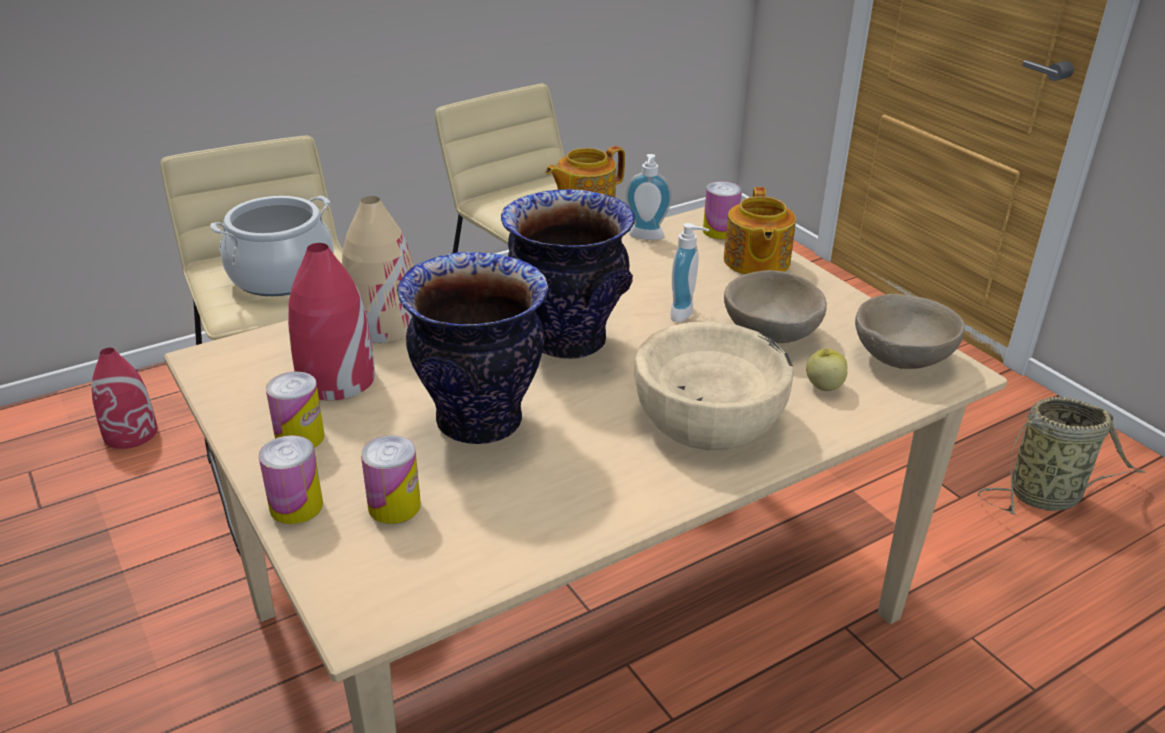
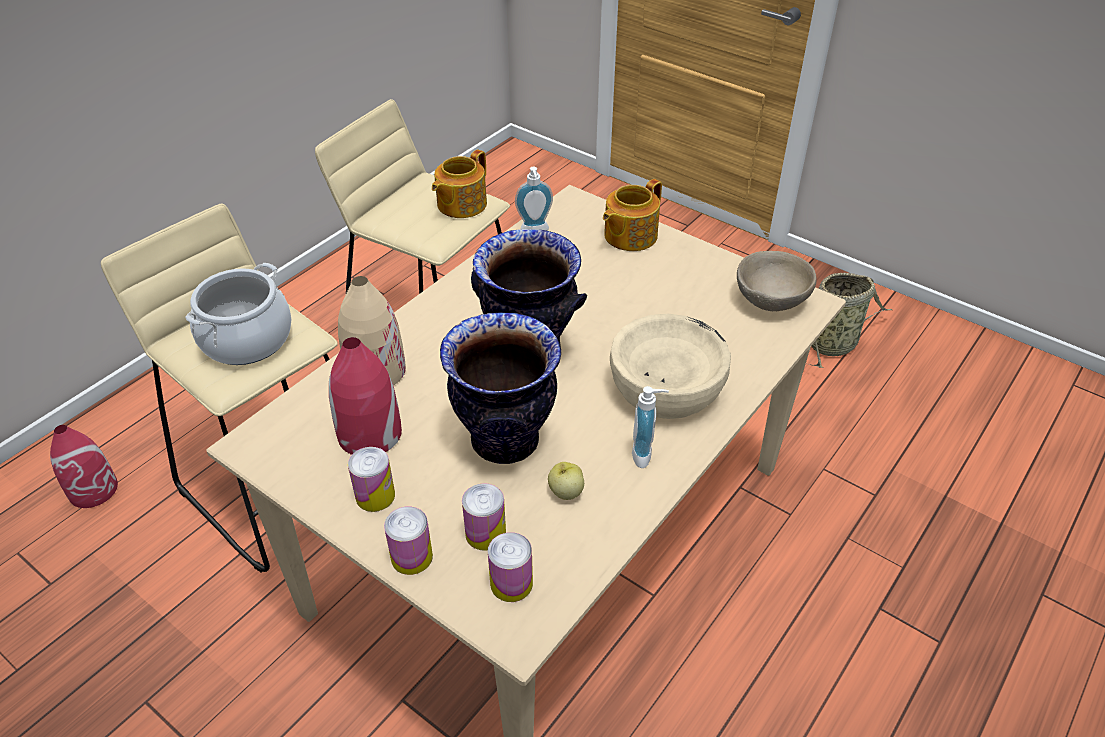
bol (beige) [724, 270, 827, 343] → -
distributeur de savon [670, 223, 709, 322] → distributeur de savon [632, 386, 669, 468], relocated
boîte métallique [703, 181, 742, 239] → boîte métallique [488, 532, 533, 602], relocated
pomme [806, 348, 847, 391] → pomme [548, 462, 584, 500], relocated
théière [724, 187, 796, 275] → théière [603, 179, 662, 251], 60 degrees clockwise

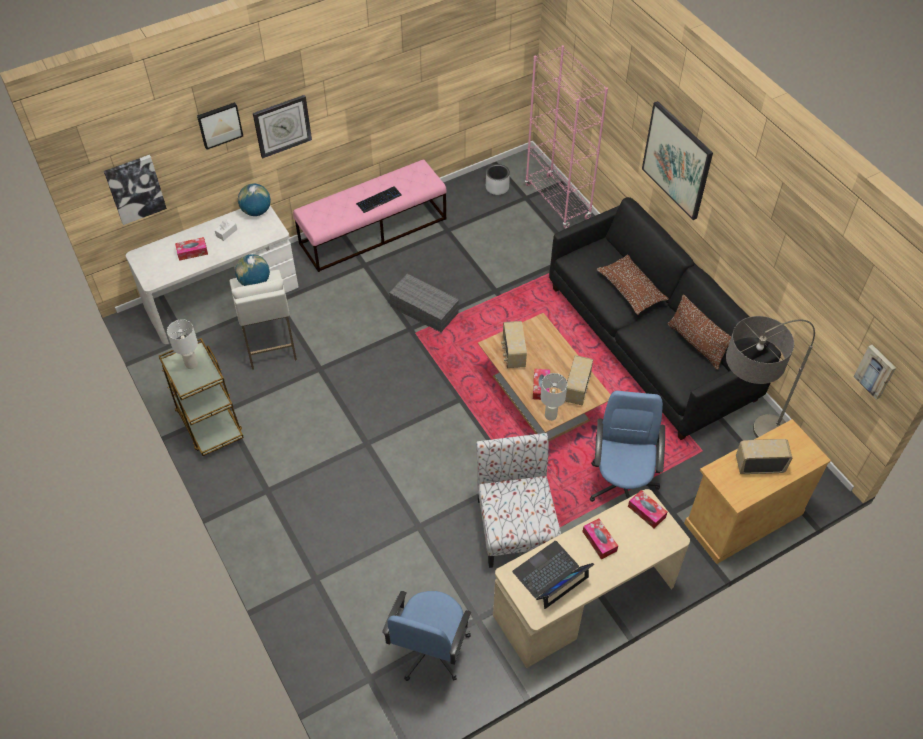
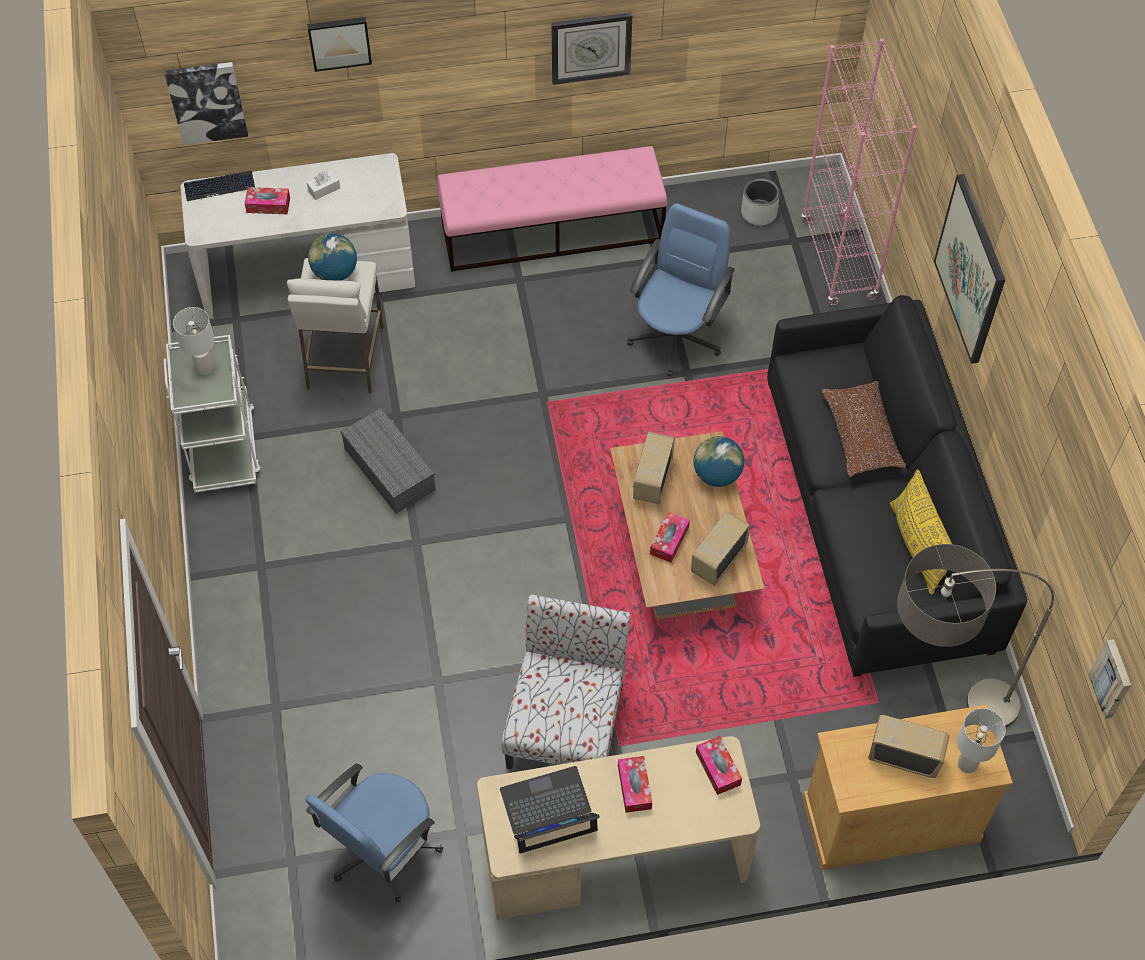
globe [238, 184, 271, 216] → globe [694, 436, 744, 487], relocated
horloge murale [253, 95, 312, 158] → horloge murale [551, 13, 632, 85], relocated
clavier [356, 186, 402, 213] → clavier [184, 171, 255, 201], relocated
boîte de rangement (gris) [389, 273, 459, 332] → boîte de rangement (gris) [341, 408, 436, 514], relocated
lampe de table (blanc) [541, 373, 568, 421] → lampe de table (blanc) [957, 708, 1006, 773], relocated
chaise de bureau (bleu) [590, 391, 665, 502] → chaise de bureau (bleu) [627, 203, 735, 377], relocated
chariot (marron) [159, 338, 244, 456] → chariot (blanc) [164, 335, 260, 493]
coussin (marron) [667, 294, 731, 370] → coussin (jaune) [890, 469, 952, 594]

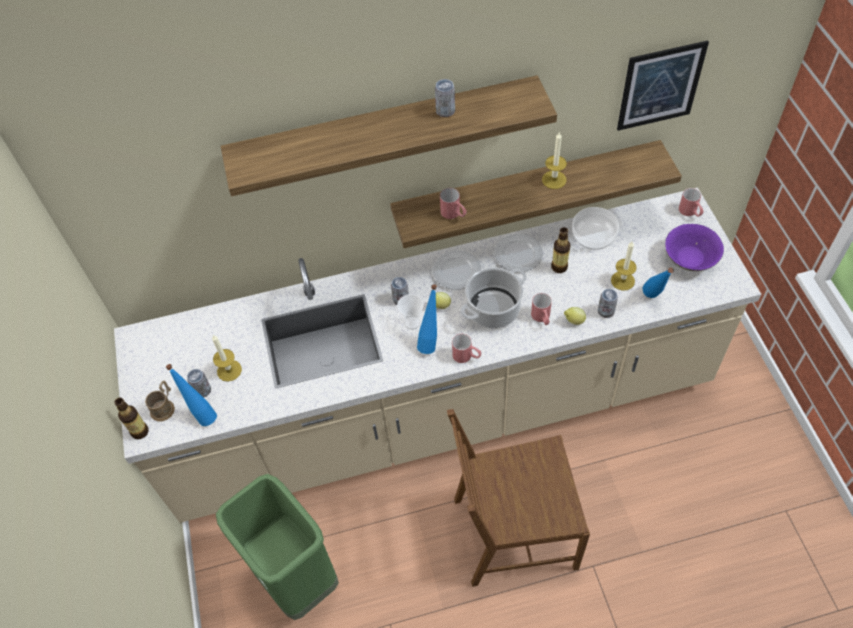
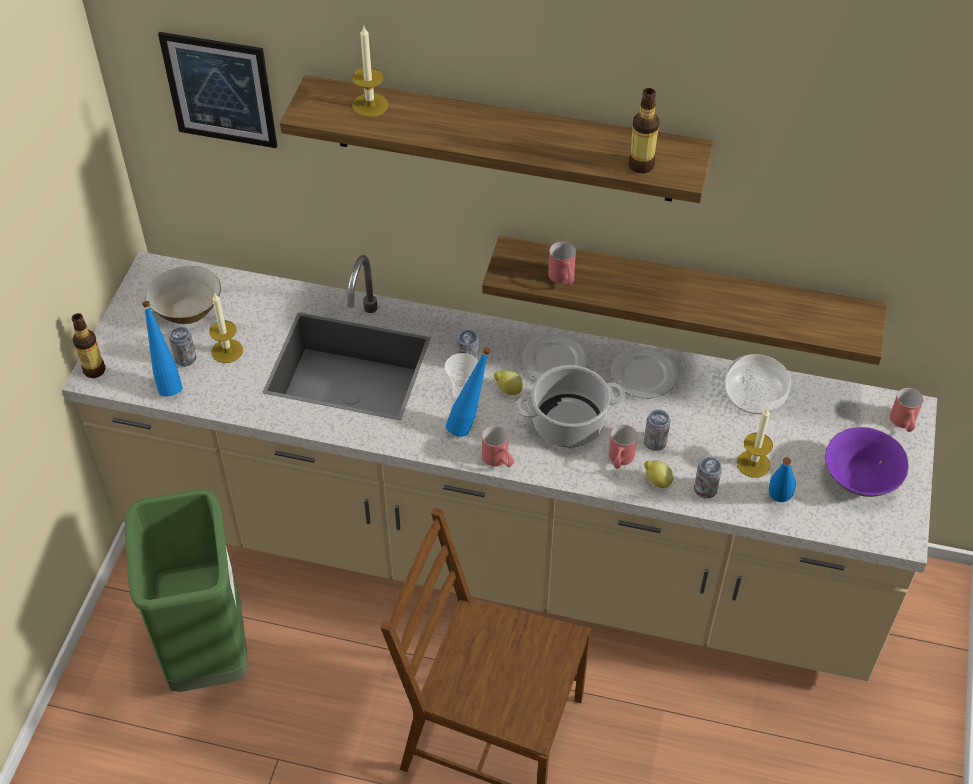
mug (marron) [145, 381, 175, 421] → -
- → bol (beige) [146, 266, 221, 324]
boîte métallique [435, 79, 455, 117] → boîte métallique [644, 410, 670, 451], relocated
bougie [542, 132, 567, 189] → bougie [352, 26, 388, 117], relocated
bouteille [551, 227, 571, 273] → bouteille [628, 88, 659, 173], relocated
tableau [617, 40, 709, 131] → tableau [158, 32, 277, 148], relocated

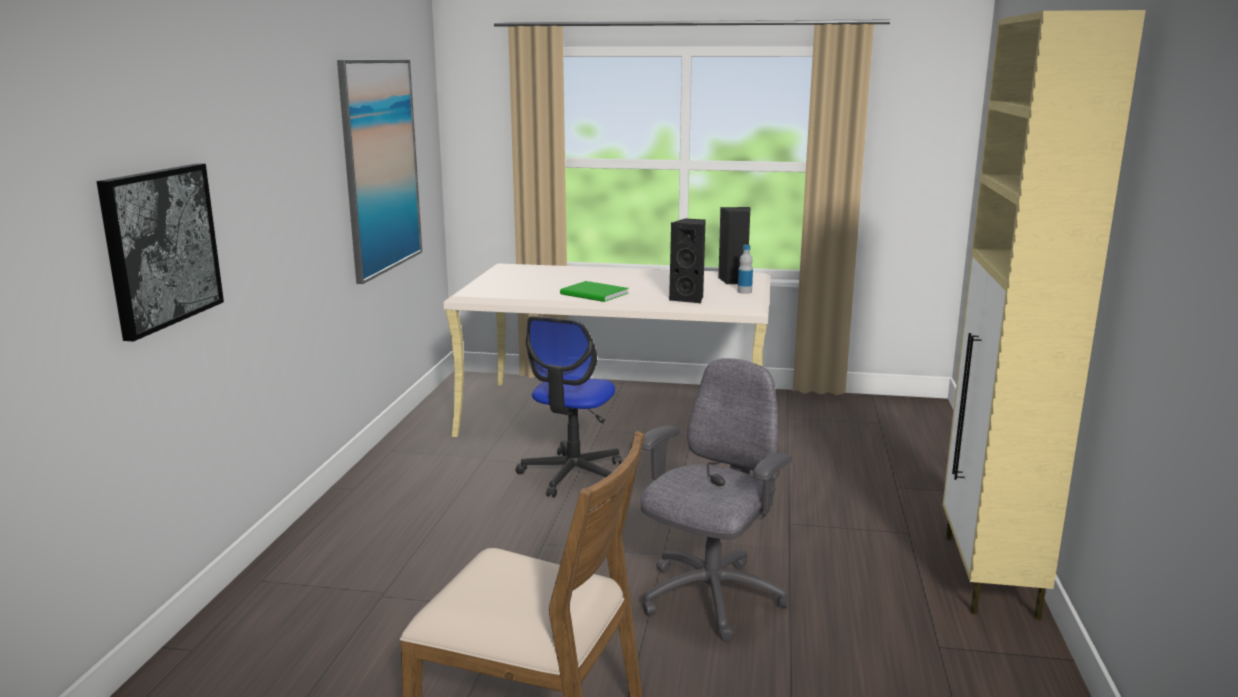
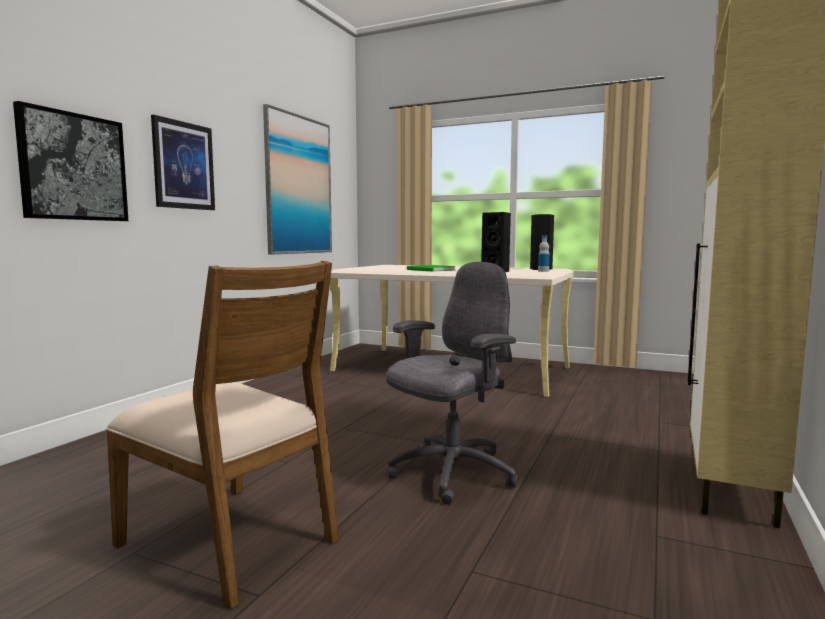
chaise de bureau [516, 316, 622, 498] → -
- → tableau [151, 115, 215, 210]

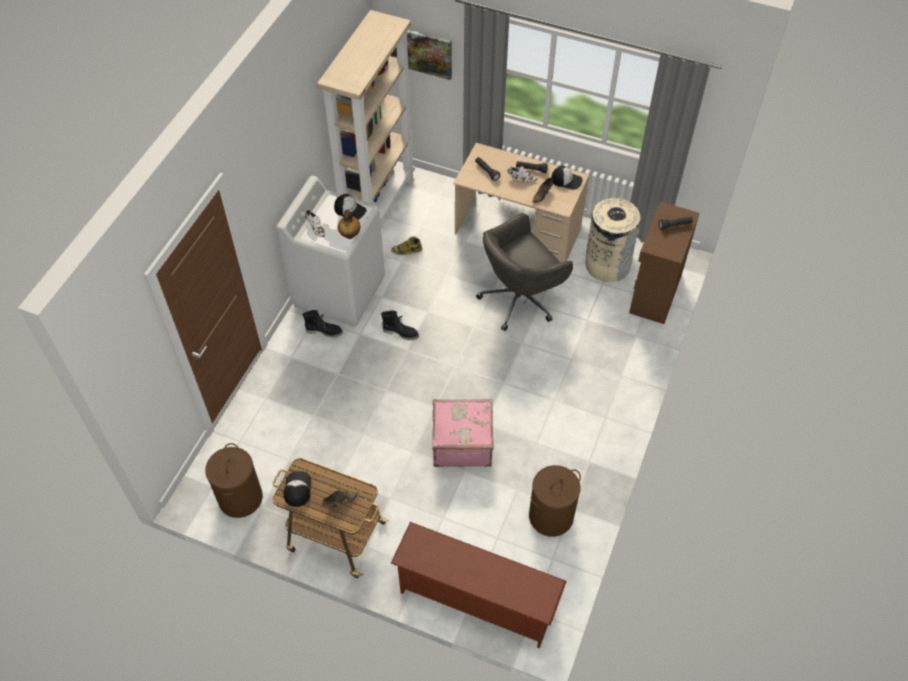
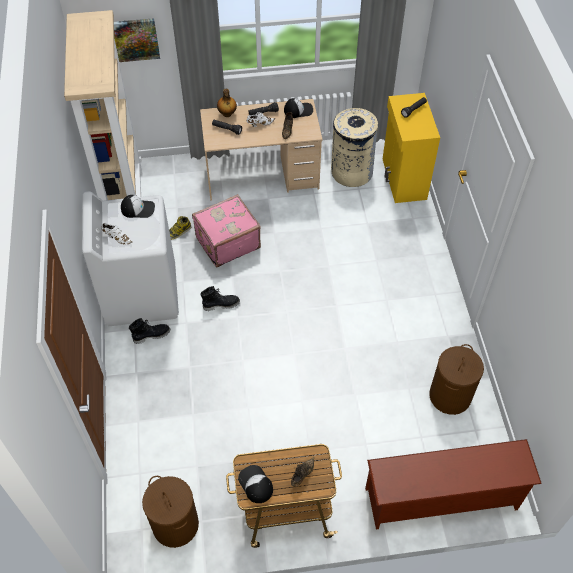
chaise de bureau (gris) [476, 213, 573, 331] → -
bouteille [338, 209, 360, 239] → bouteille [217, 89, 237, 117], relocated
valise (rose) [432, 399, 494, 467] → valise (rose) [192, 194, 261, 267], relocated
meuble de rangement (marron) [629, 202, 700, 324] → meuble de rangement (jaune) [383, 93, 440, 203]

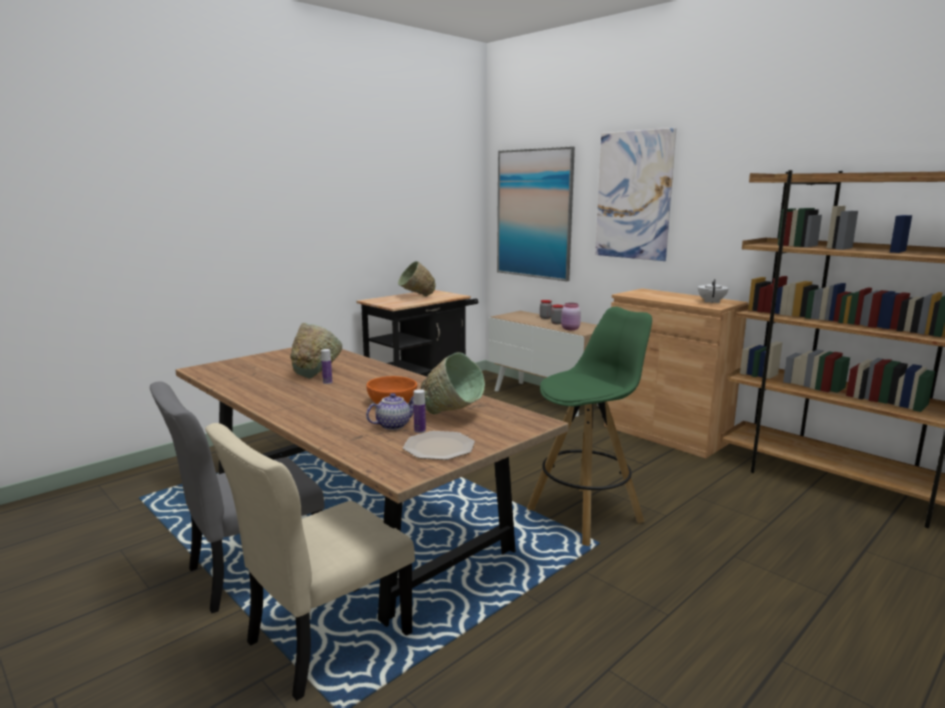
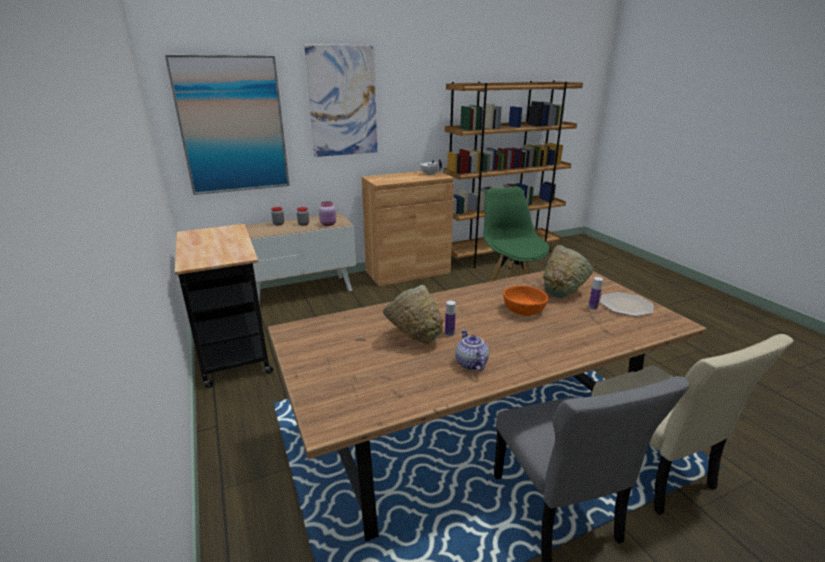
bol (vert) [398, 261, 436, 296] → -
théière [366, 393, 414, 430] → théière [455, 329, 489, 371], relocated

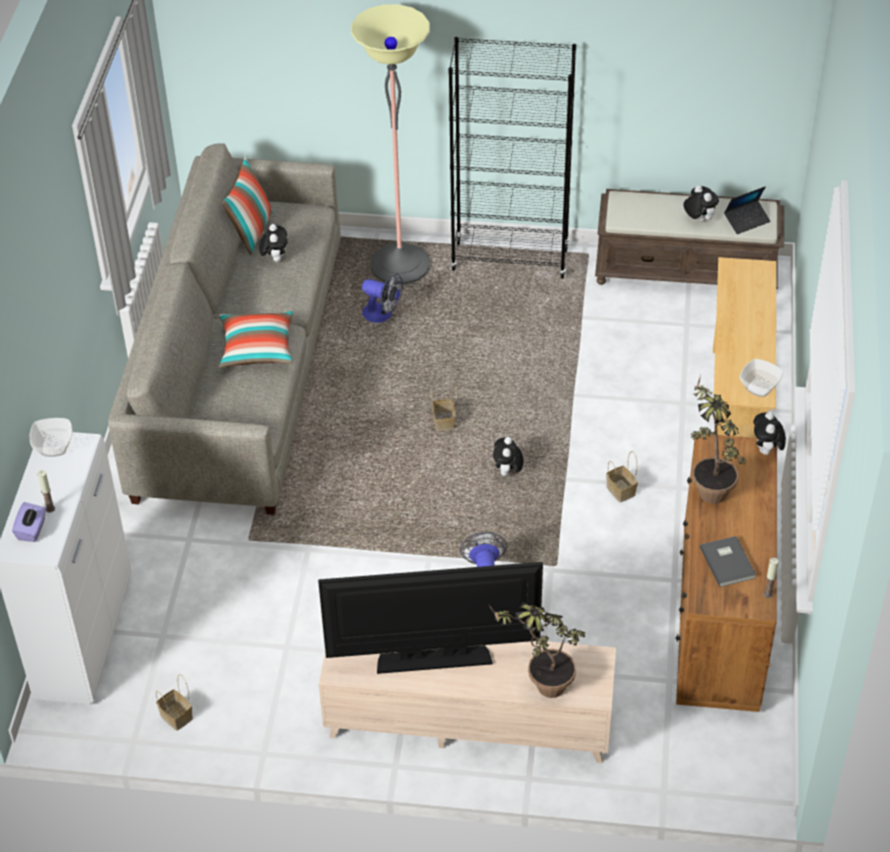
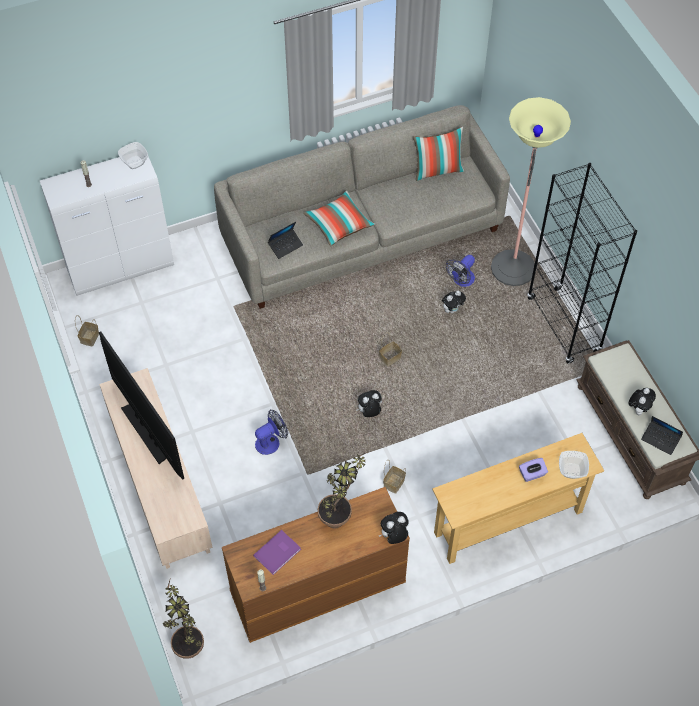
- → ordinateur portable [268, 222, 303, 259]
boîte à mouchoirs (violet) [12, 502, 46, 542] → boîte à mouchoirs (violet) [519, 458, 548, 482], relocated
peluche [259, 224, 288, 262] → peluche [442, 291, 466, 313], relocated
plante en pot [489, 602, 585, 698] → plante en pot [163, 580, 204, 659], relocated
bol [740, 359, 783, 397] → bol [559, 451, 589, 479], relocated
livre (gris) [700, 536, 756, 587] → livre (violet) [253, 530, 301, 575]
ventilateur [362, 274, 403, 323] → ventilateur [446, 255, 475, 287], 45 degrees clockwise

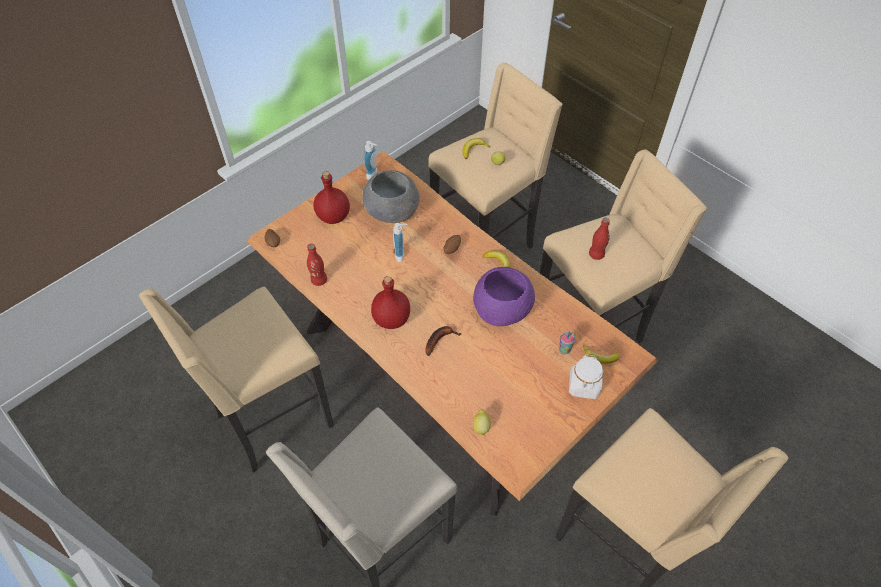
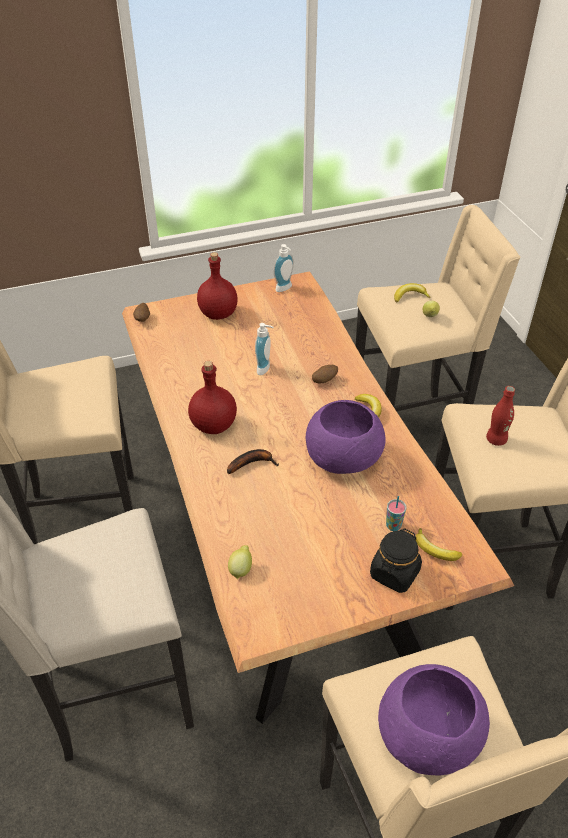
bouteille (rouge) [307, 244, 327, 286] → -
bol (gris) [362, 170, 420, 223] → -
- → bol (violet) [378, 664, 490, 776]
bocal (blanc) [569, 354, 603, 399] → bocal (noir) [370, 528, 422, 593]

